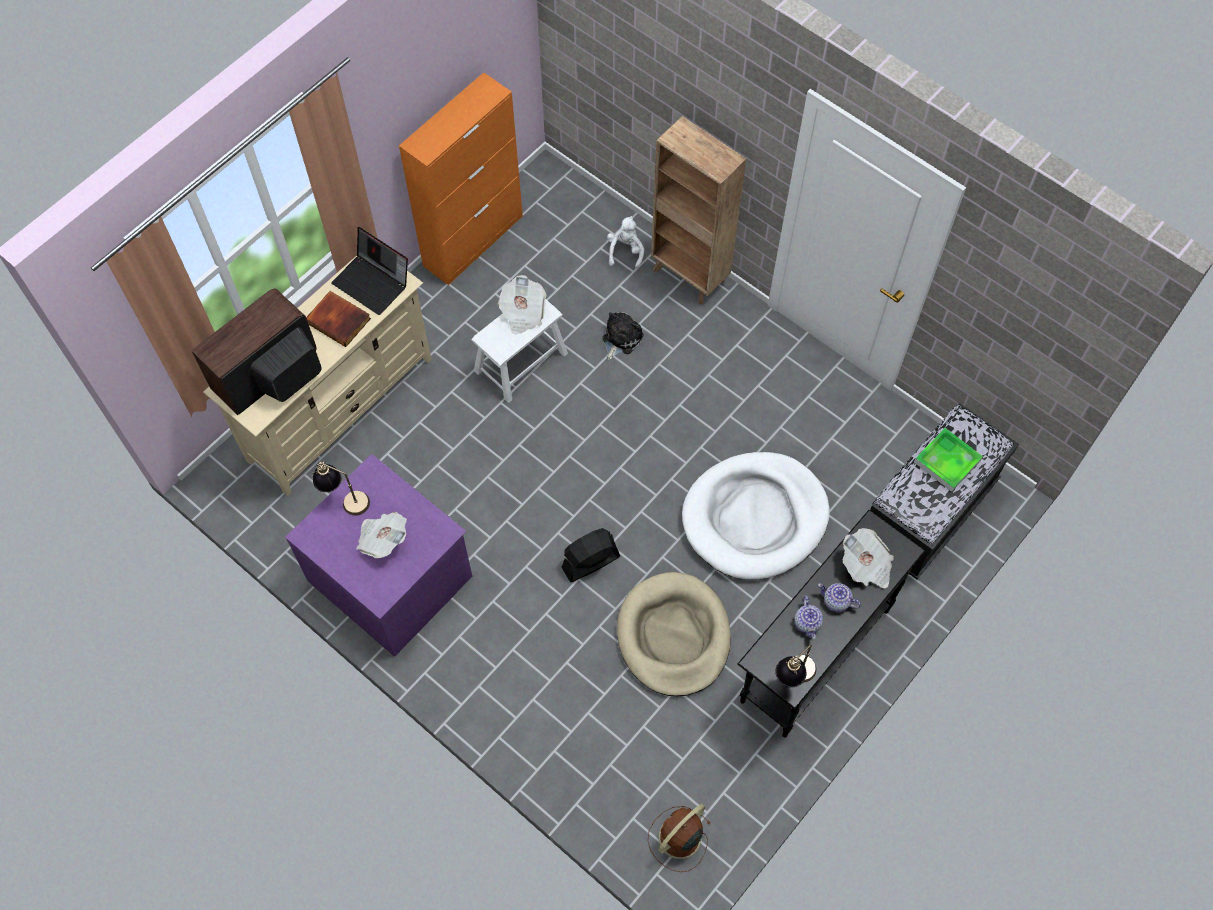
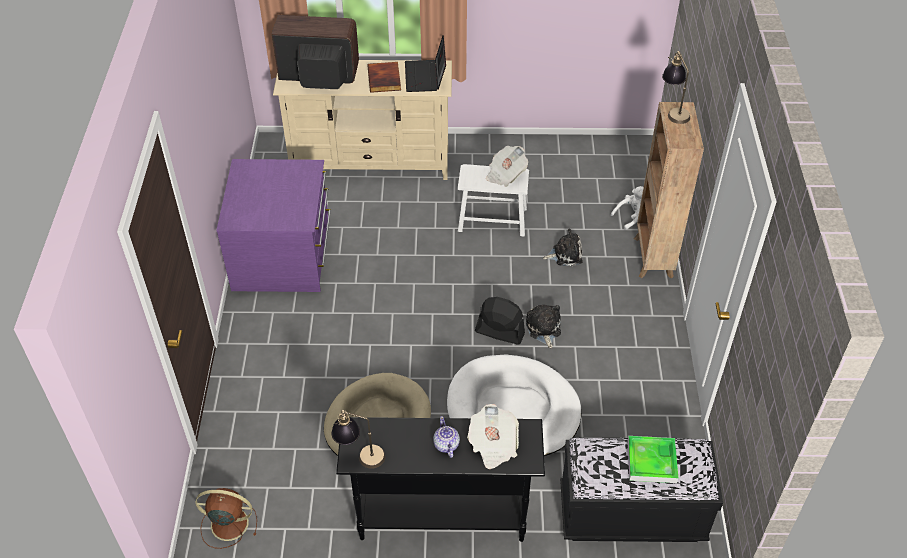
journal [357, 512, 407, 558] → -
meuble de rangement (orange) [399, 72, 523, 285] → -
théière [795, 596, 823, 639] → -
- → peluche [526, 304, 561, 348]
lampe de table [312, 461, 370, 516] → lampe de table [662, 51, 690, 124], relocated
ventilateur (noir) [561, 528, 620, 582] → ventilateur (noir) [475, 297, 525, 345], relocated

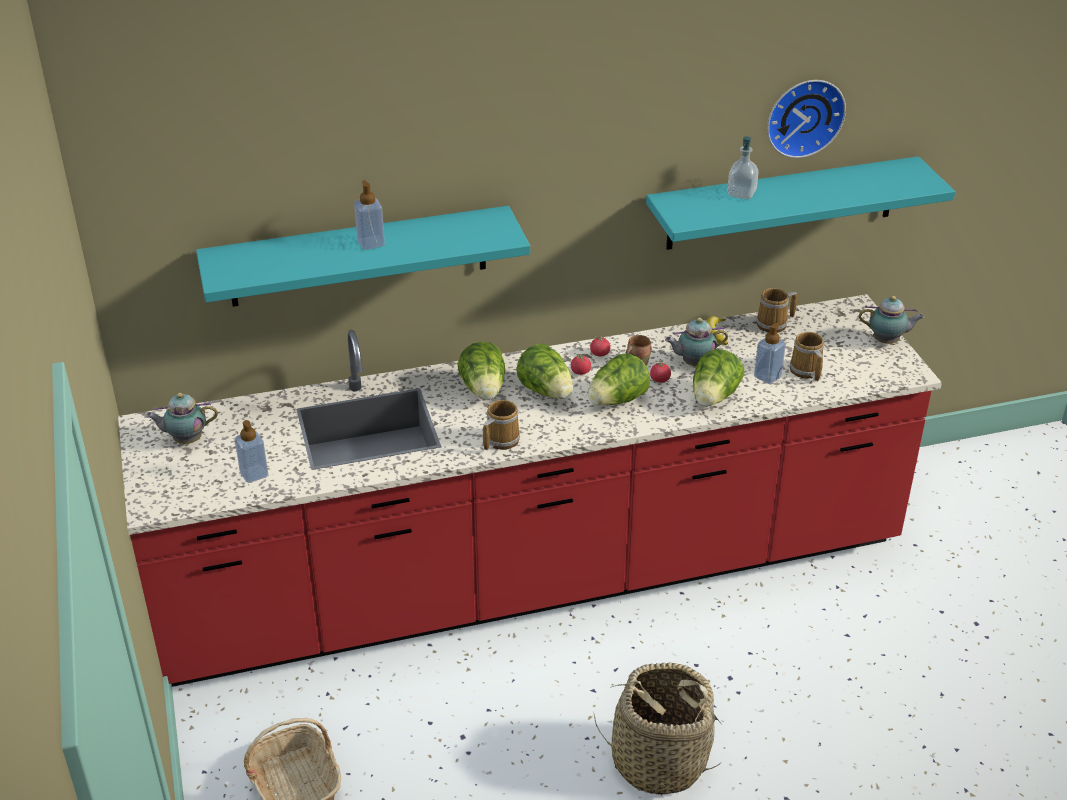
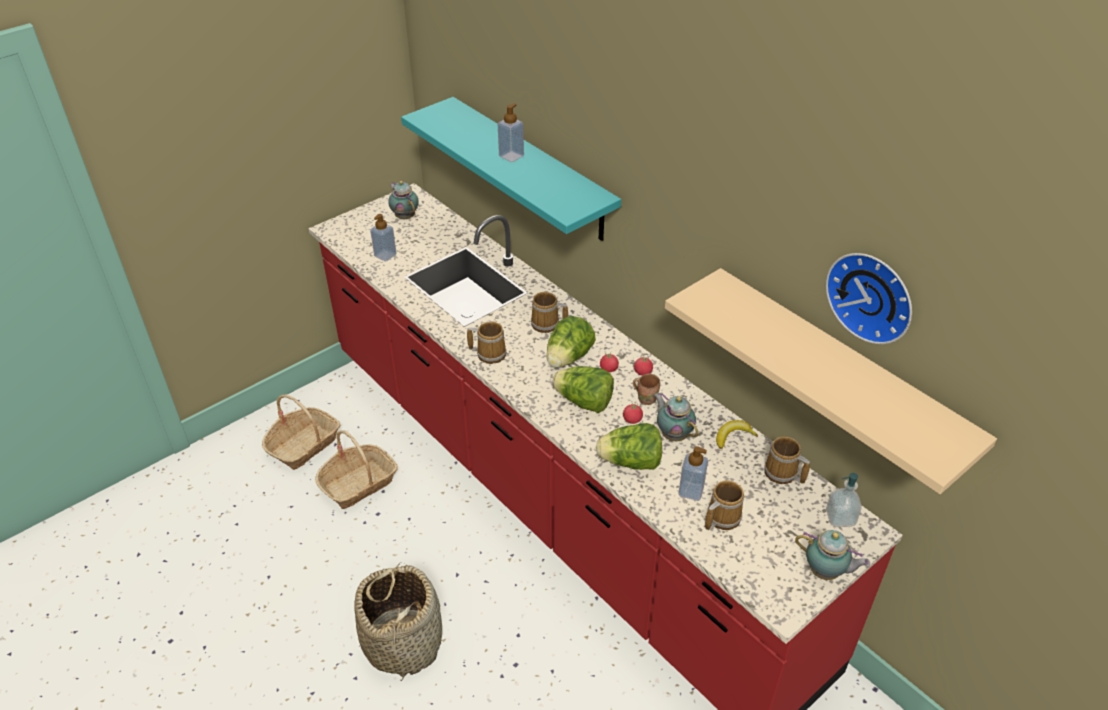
- → panier [315, 430, 398, 509]
distributeur de savon [727, 136, 759, 199] → distributeur de savon [826, 473, 861, 527], relocated
laitue [458, 342, 505, 400] → mug [531, 292, 568, 333]
étagère (turquoise) [646, 156, 955, 250] → étagère (beige) [665, 268, 997, 494]
théière [859, 296, 924, 344] → théière [795, 530, 870, 580], 45 degrees counterclockwise

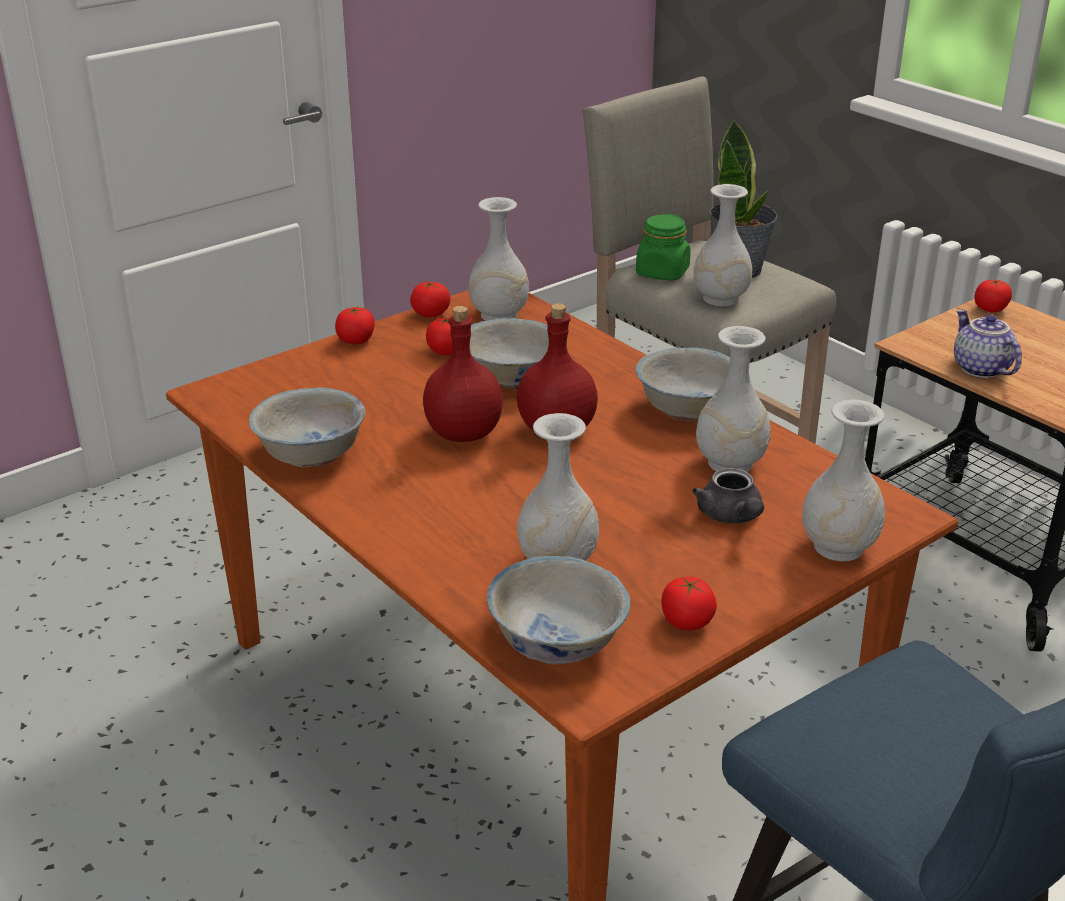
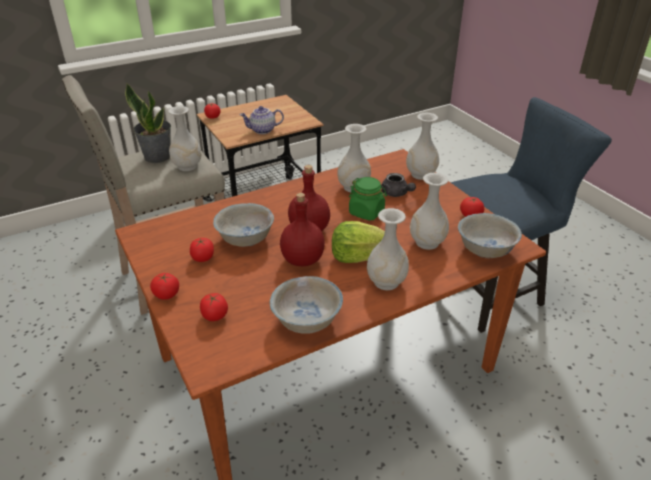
bol (blanc) [635, 348, 730, 422] → -
- → laitue [332, 221, 385, 263]
tomate [410, 282, 450, 317] → tomate [200, 293, 228, 321], relocated
vase (blanc) [468, 197, 529, 321] → vase (blanc) [367, 208, 409, 290], relocated
bocal (vert) [636, 214, 691, 281] → bocal (vert) [349, 177, 387, 221], relocated
théière (gris) [692, 468, 764, 524] → théière (gris) [381, 173, 416, 197], 60 degrees clockwise

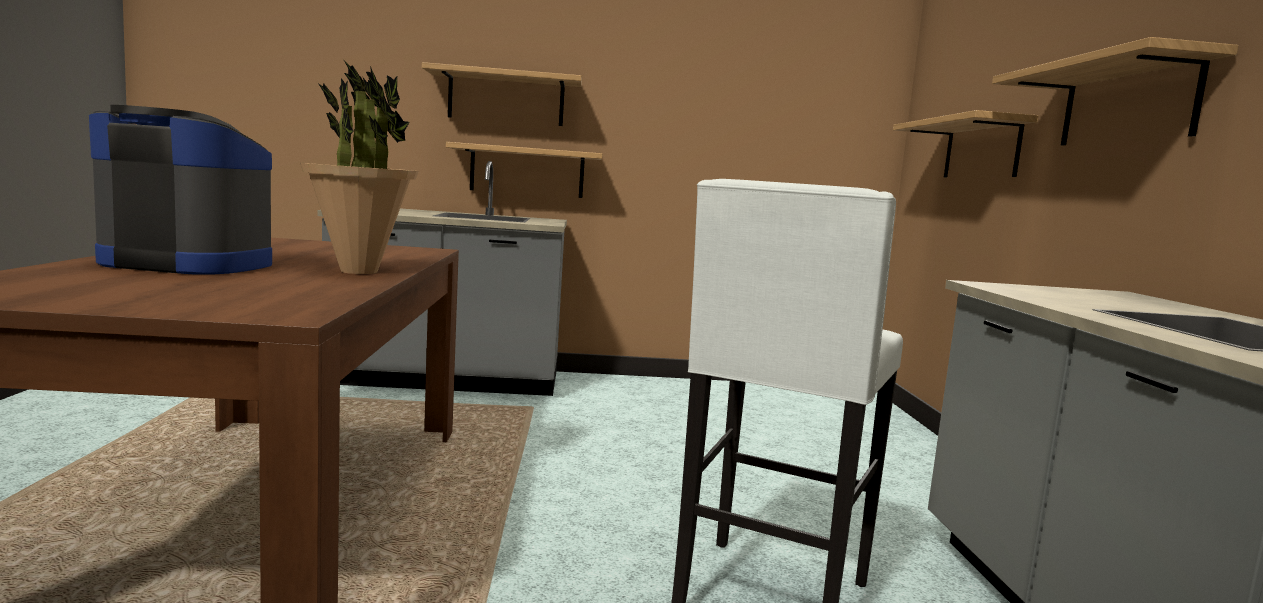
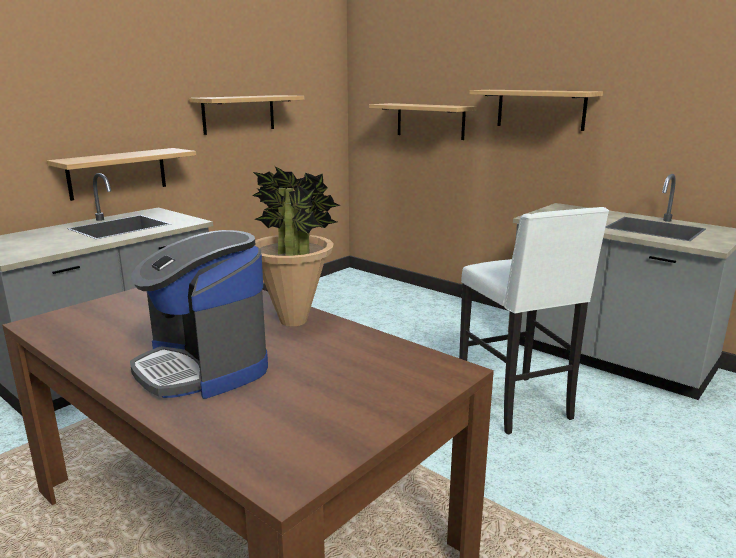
étagère [422, 62, 582, 126] → étagère [189, 95, 304, 135], relocated
machine à café [89, 105, 272, 275] → machine à café [130, 230, 268, 399], 90 degrees counterclockwise

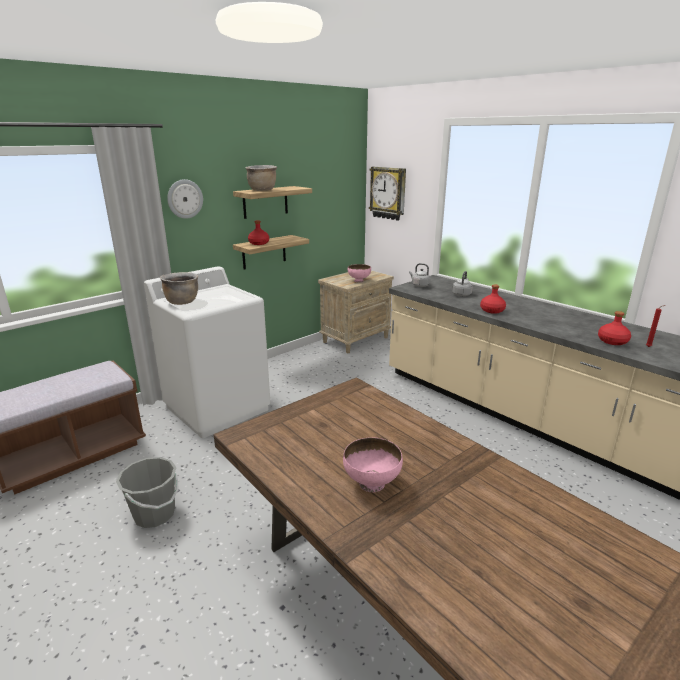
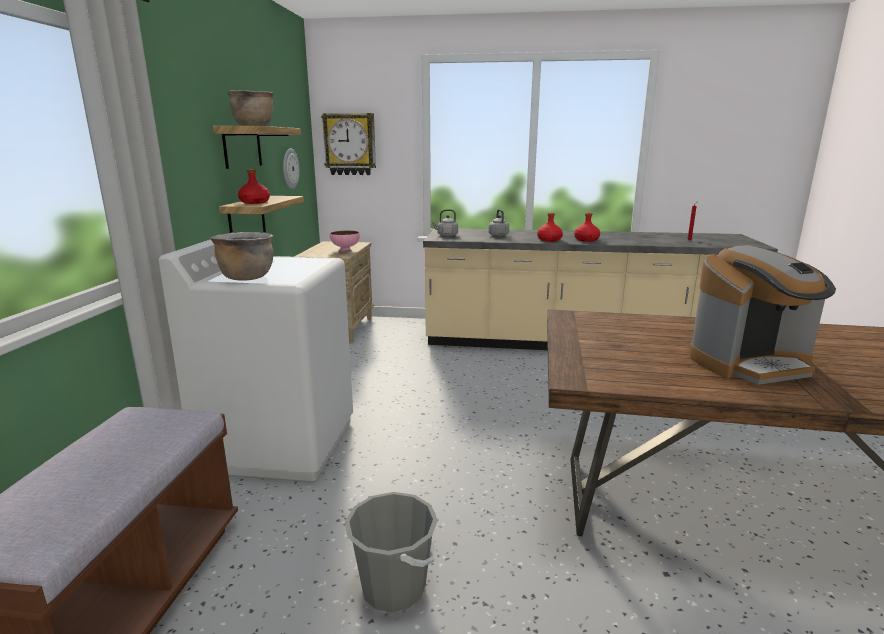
horloge murale [167, 179, 203, 219] → horloge murale [283, 149, 300, 189], relocated
bouteille (rouge) [598, 311, 631, 345] → bouteille (rouge) [574, 213, 600, 242], relocated
bol (rose) [343, 437, 403, 492] → machine à café [689, 245, 836, 385]

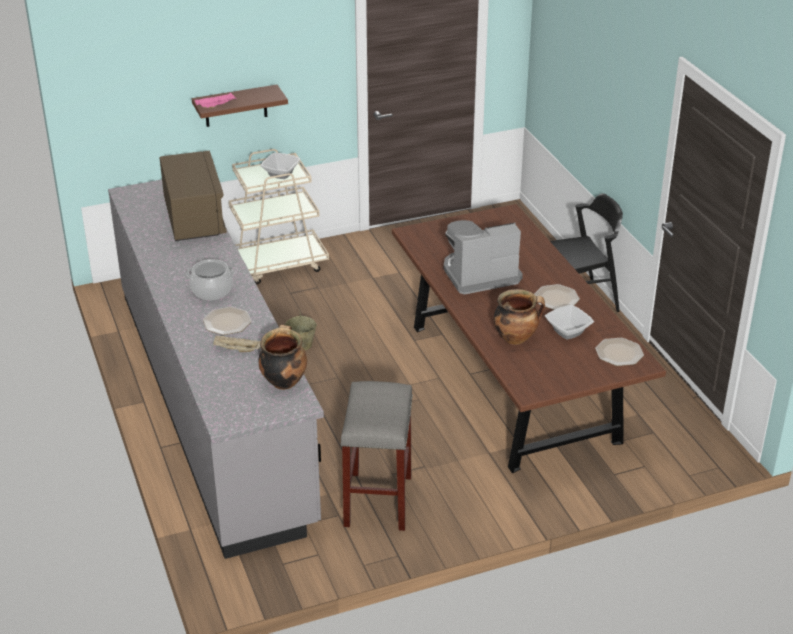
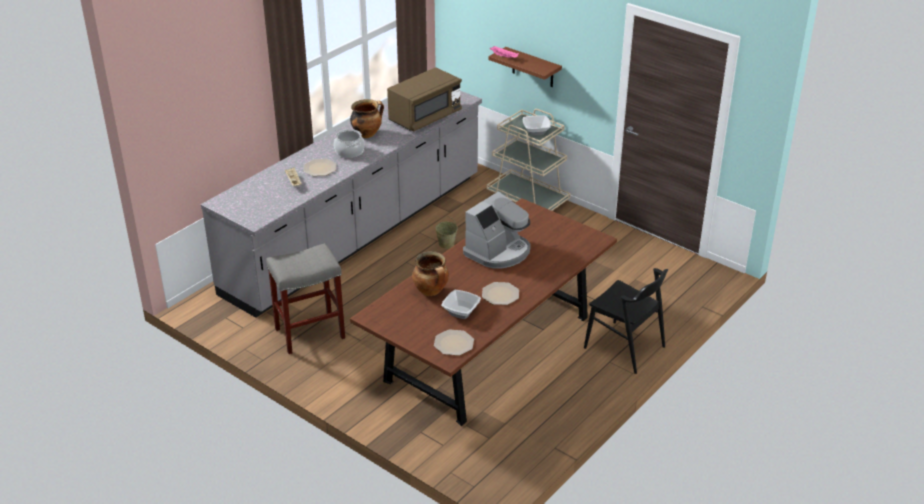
marmite [258, 325, 307, 390] → marmite [350, 99, 384, 138], relocated
machine à café [444, 220, 523, 294] → machine à café [463, 191, 531, 269], 90 degrees clockwise

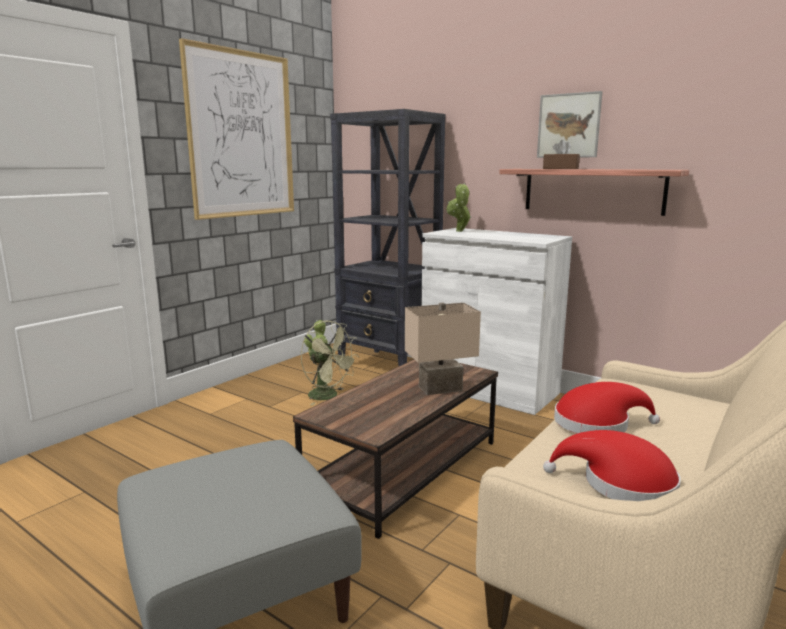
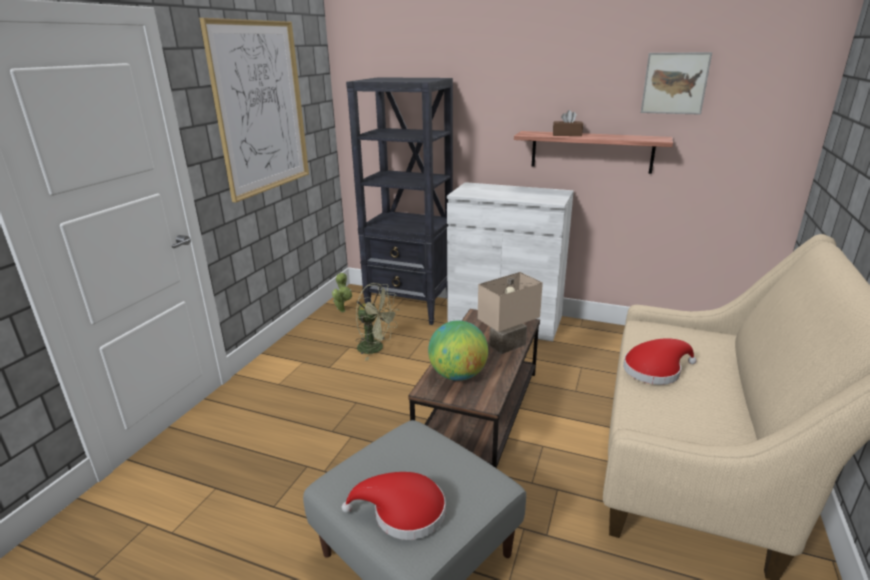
plante en pot [446, 183, 471, 232] → -
- → globe [428, 320, 488, 381]
tableau [537, 91, 603, 158] → tableau [641, 52, 712, 115], relocated
chapeau (rouge) [543, 430, 681, 501] → chapeau (rouge) [342, 472, 446, 540], relocated

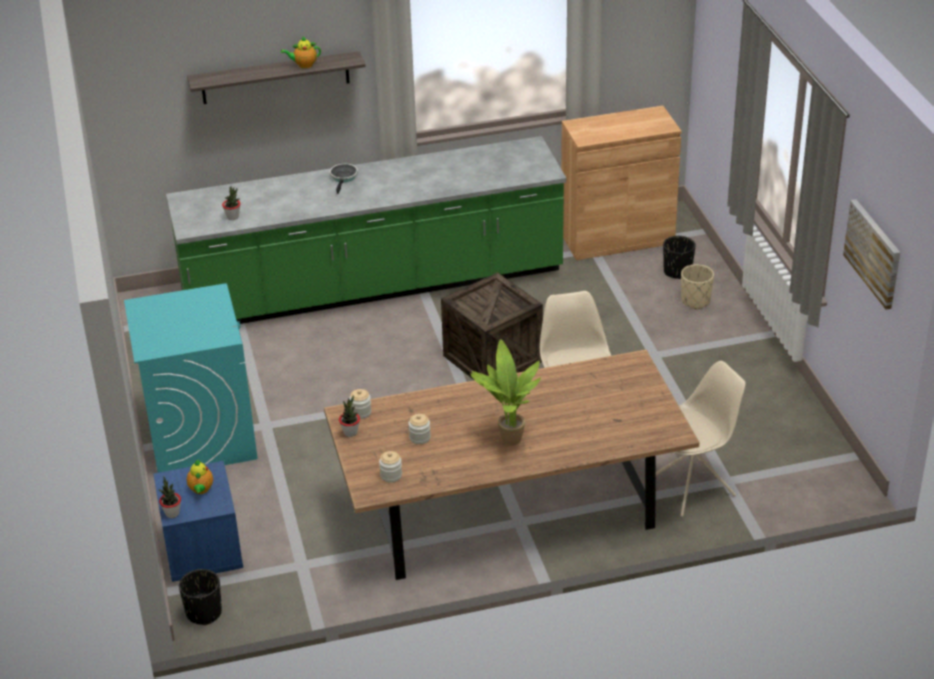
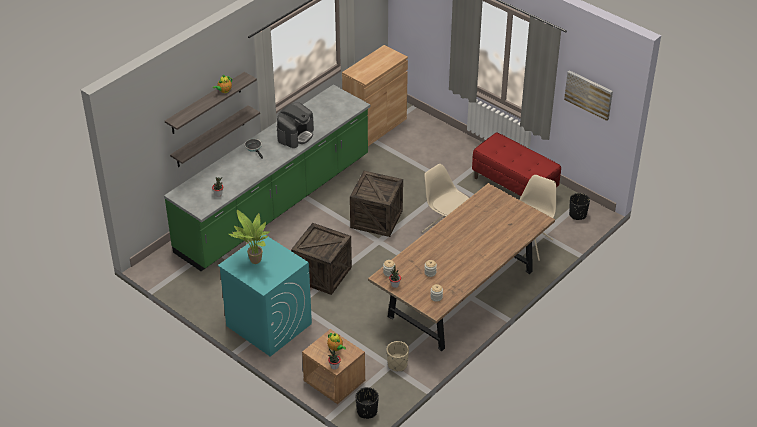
- → étagère [170, 105, 260, 167]
- → machine à café [277, 102, 314, 148]
- → caisse [291, 223, 352, 295]
- → banc (rouge) [472, 132, 561, 196]
plante en pot [470, 339, 541, 446] → plante en pot [229, 210, 270, 264], relocated
cache-pot (noir) [663, 236, 696, 279] → cache-pot (noir) [569, 193, 590, 220], relocated
cache-pot (beige) [681, 264, 714, 309] → cache-pot (beige) [387, 341, 409, 371], relocated
table de chevet (bleu) [154, 461, 243, 582] → table de chevet (marron) [302, 329, 365, 404]

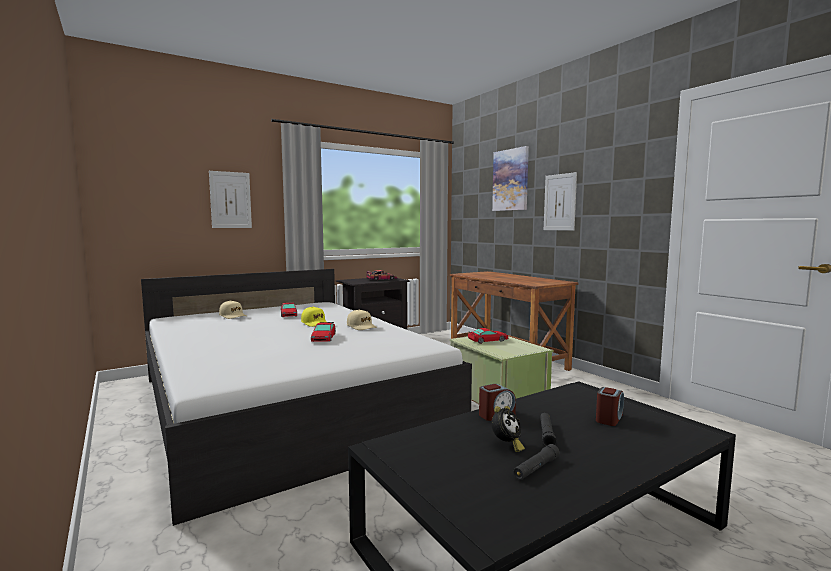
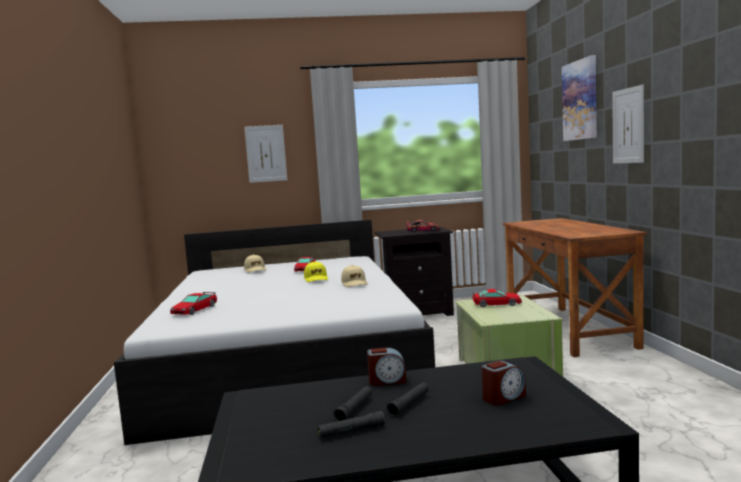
petite voiture [311, 322, 336, 342] → petite voiture [170, 292, 217, 315], relocated
réveil [491, 406, 525, 452] → lampe de poche (noir) [333, 386, 372, 421]

